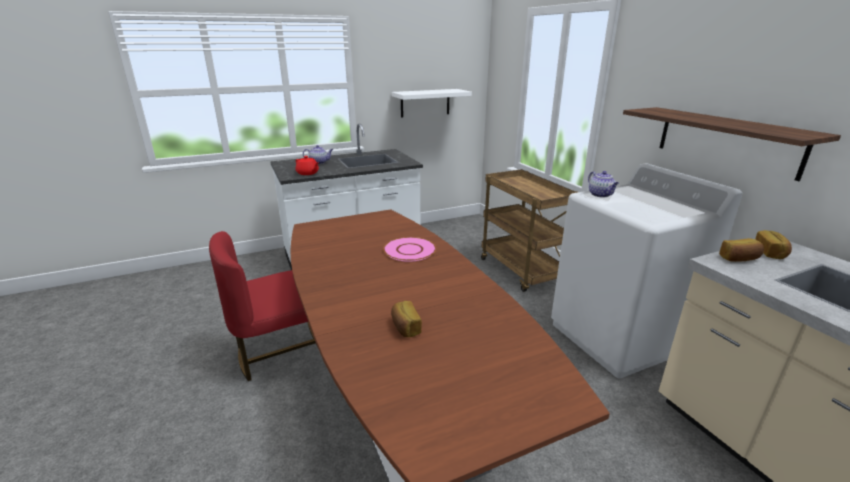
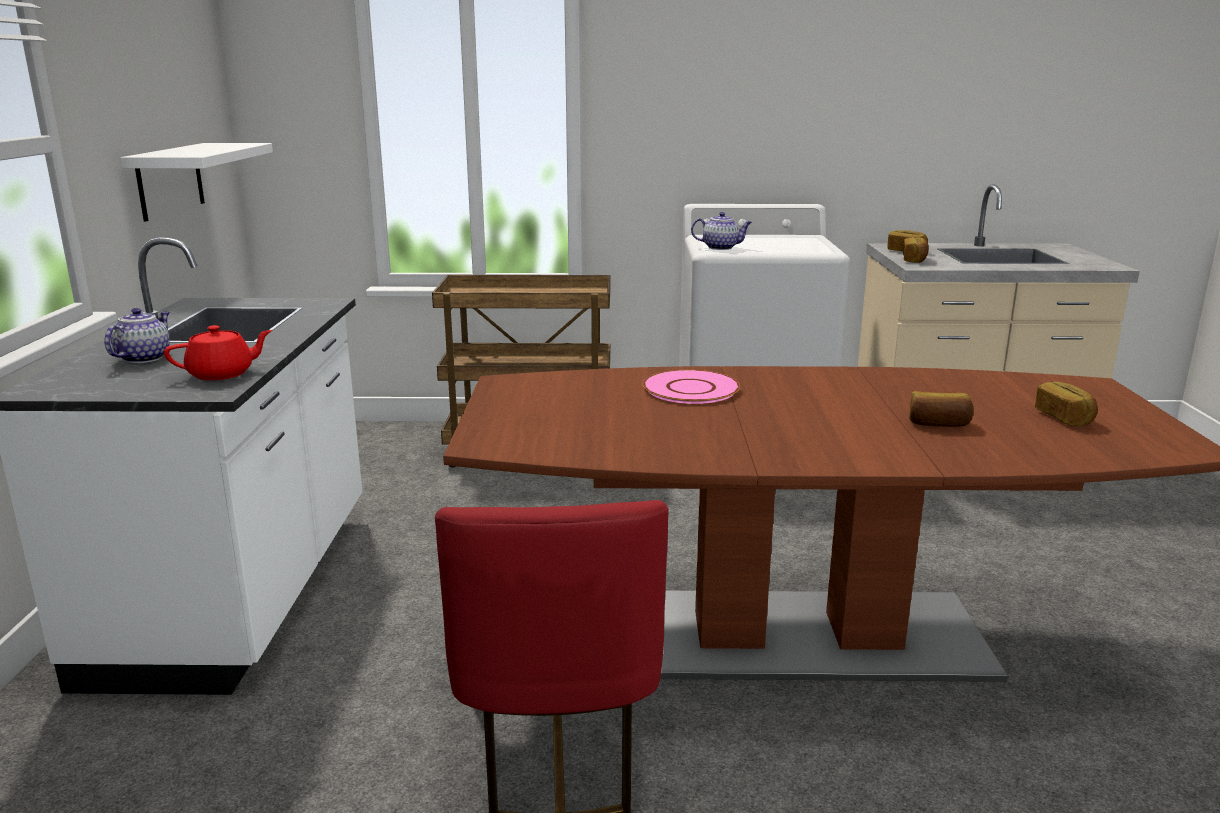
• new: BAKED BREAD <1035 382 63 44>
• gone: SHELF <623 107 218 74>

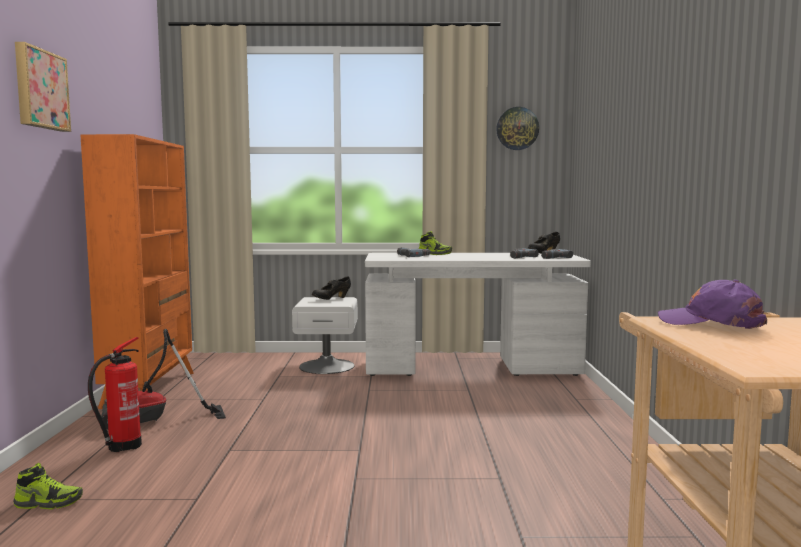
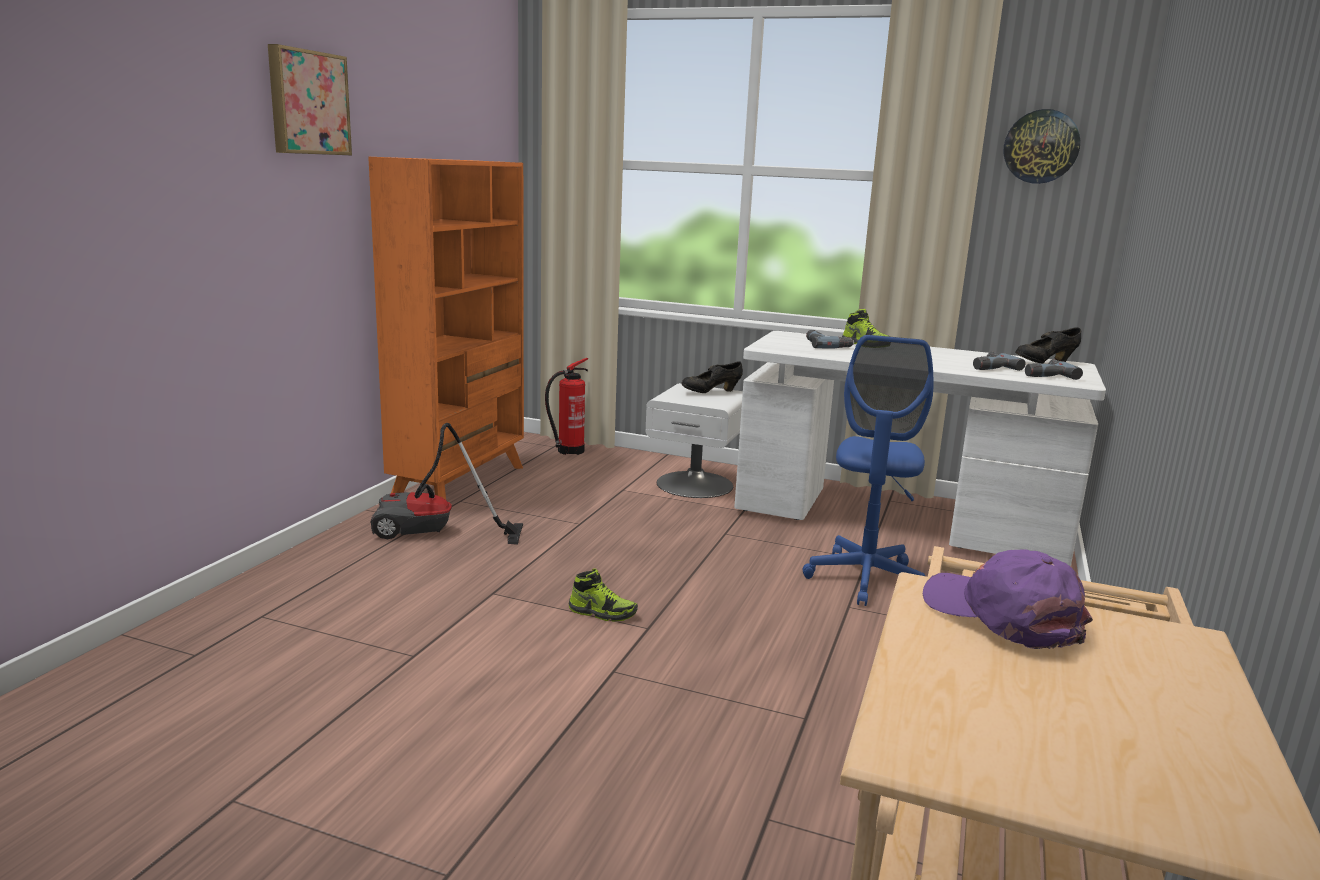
• shifted: FIRE-FIGHTING CYLINDER <88 337 54 115> to <545 358 43 97>
• shifted: SHOE <13 463 70 47> to <569 568 69 54>
• new: BLUE DESK CHAIR <802 335 131 271>

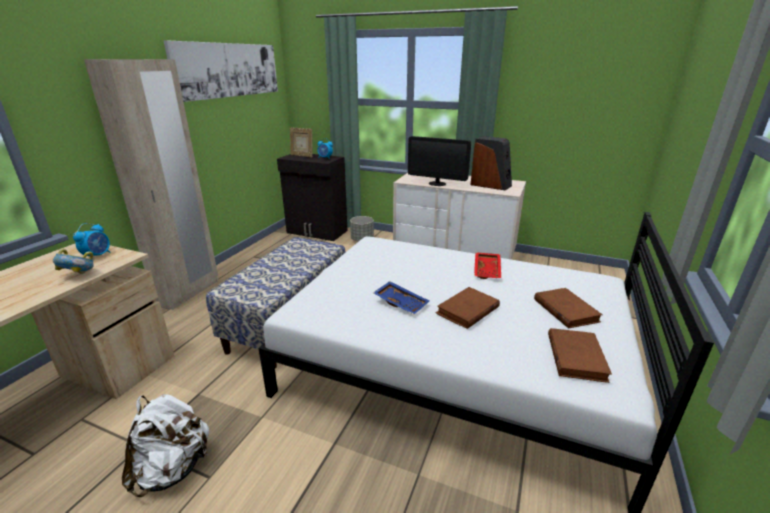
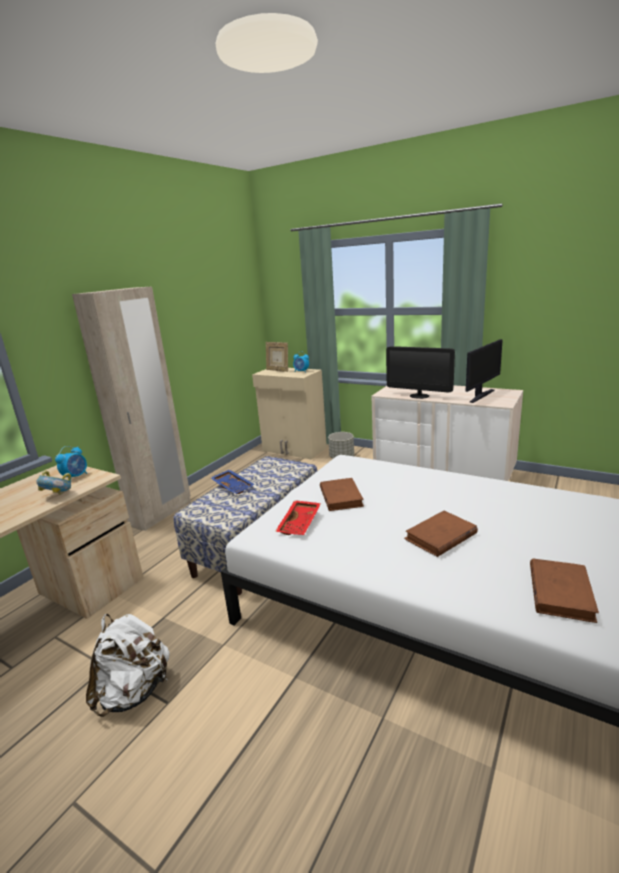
• shifted: BLUE SERVING TRAY <373 281 57 34> to <211 469 43 25>
• repainted: BLACK-COLOURED CABINET <277 154 70 87> to BEIGE-COLOURED CABINET <252 368 75 91>
• shifted: RED SERVING TRAY <474 252 27 27> to <275 500 46 35>
• shifted: BROWN-COLOURED VOLUME <534 288 69 41> to <320 478 44 33>
• swapped: SPEAKER <471 136 41 55> to COMPUTER SCREEN <465 339 38 64>
• gone: WALL PICTURE <164 40 114 62>

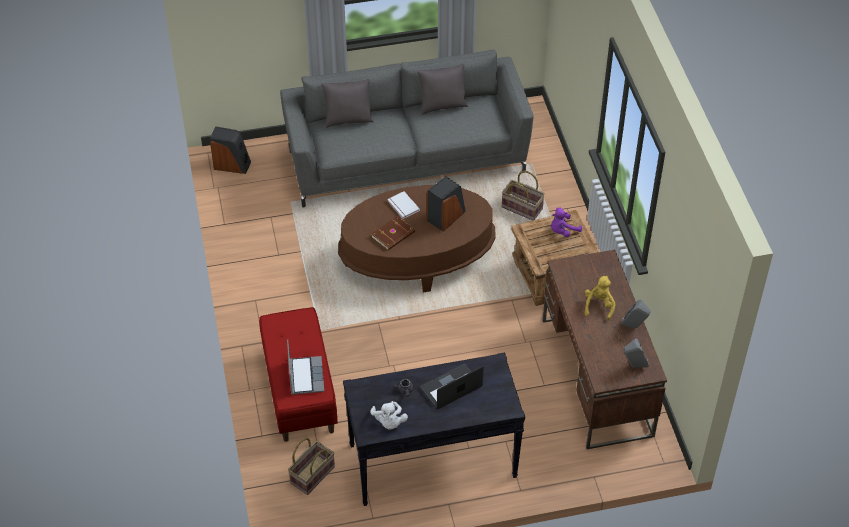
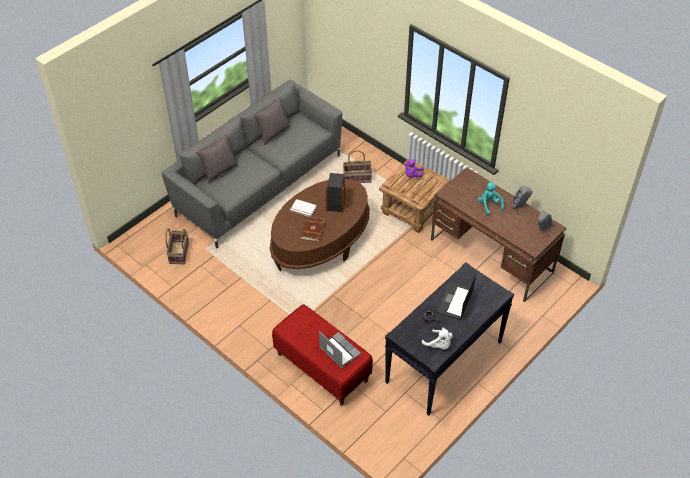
• shifted: HOUSEHOLD BASKET <288 438 47 57> to <165 228 24 36>
• repainted: YELLOW-COLOURED PLUSH TOY <584 276 31 45> to TURQUOISE PLUSH TOY <478 182 26 33>
• gone: SPEAKER <210 127 41 47>

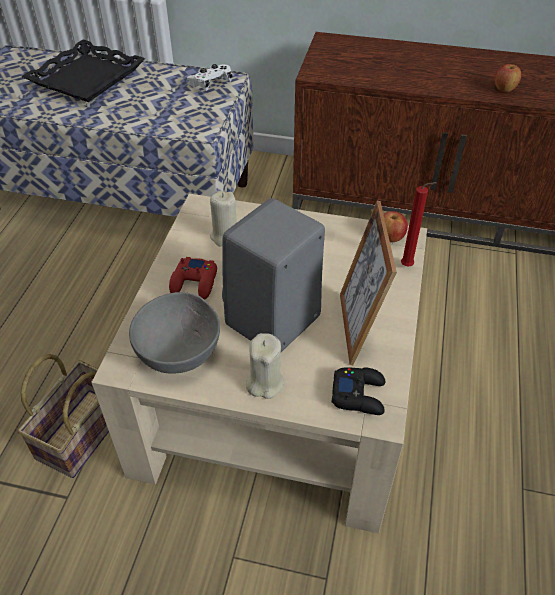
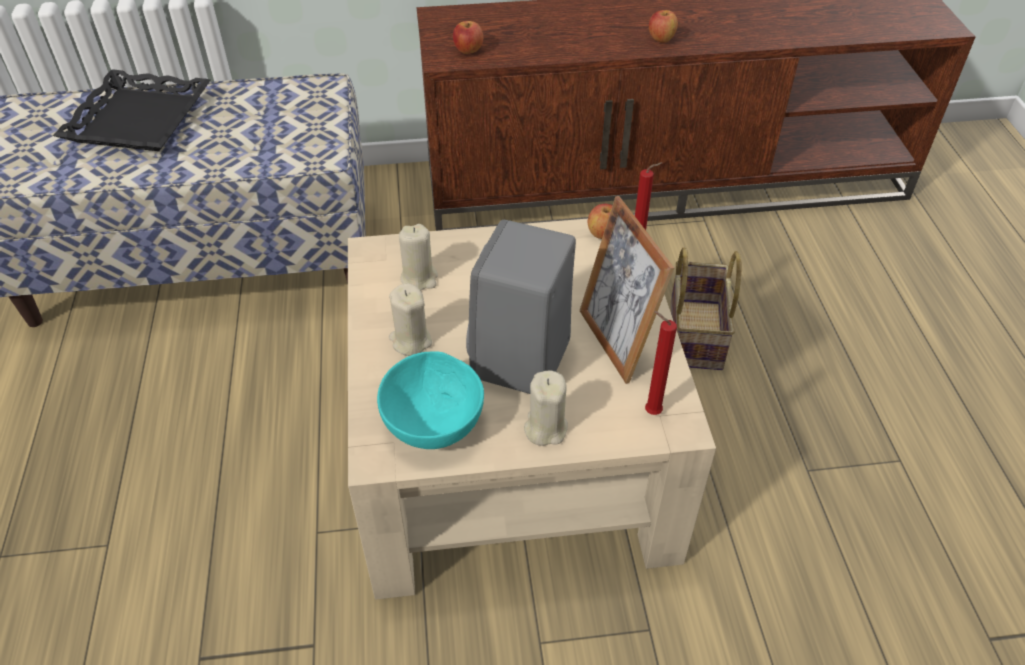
• repainted: GREYISH BOWL <129 292 91 82> to TURQUOISE BOWL <377 351 107 98>
• swapped: RED GAMEPAD <169 257 48 42> to BEIGE-COLOURED WAX CANDLE <389 283 43 73>
• new: APPLE FRUIT <453 21 30 33>
• swapped: BLACK-COLOURED GAMEPAD <331 367 54 48> to RED WAX CANDLE <645 311 32 104>
• shifted: HOUSEHOLD BASKET <18 354 91 124> to <671 247 70 123>
• gone: WHITE GAMEPAD <187 64 45 27>

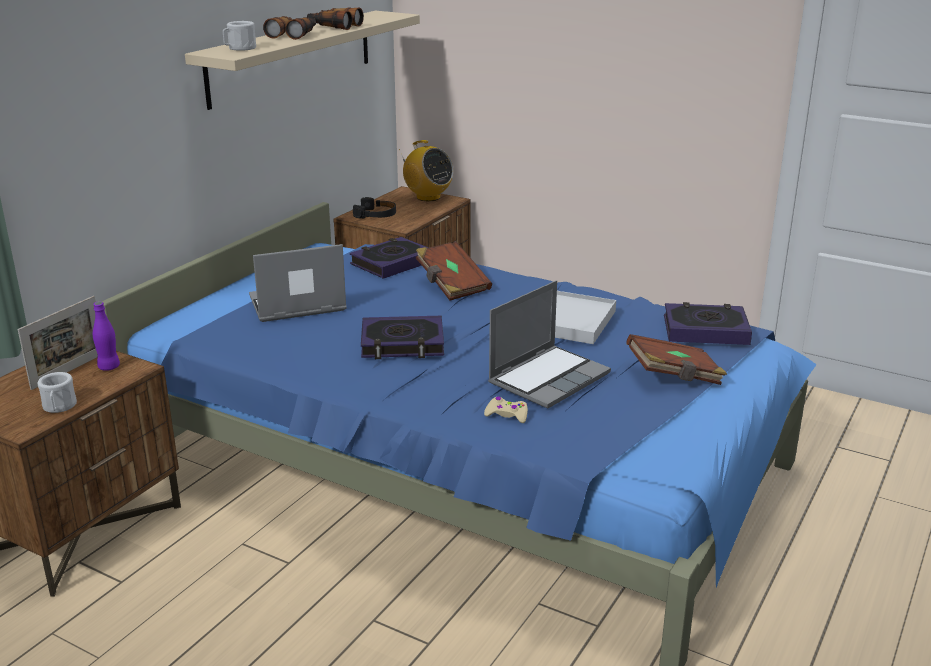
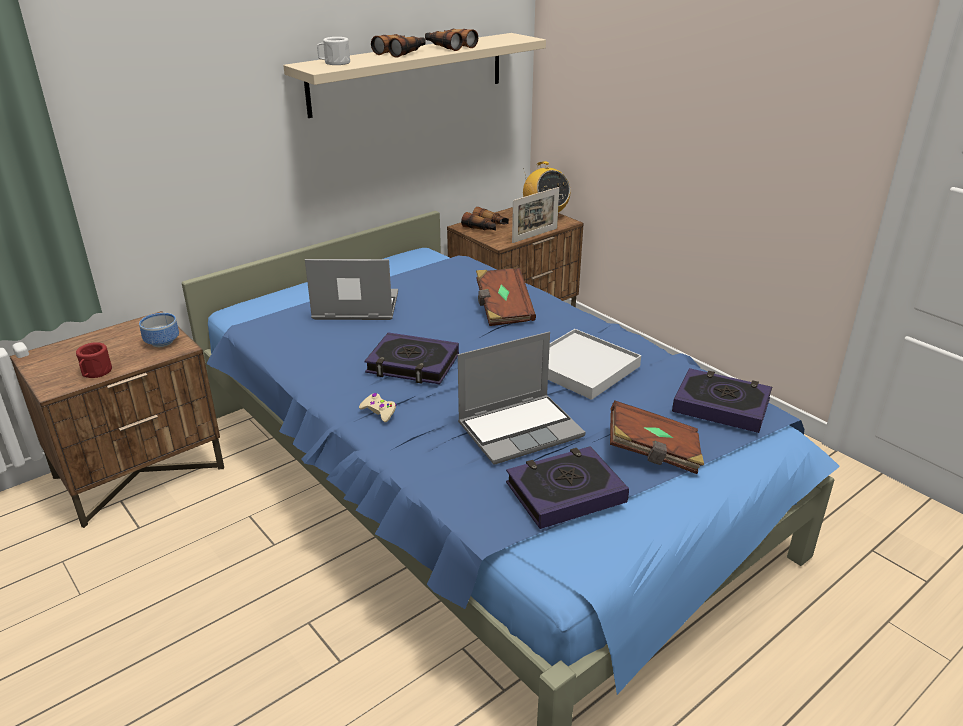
• repainted: WHITE MUG <37 372 40 41> to RED MUG <76 342 36 36>
• swapped: PURPLE BOTTLE <93 302 27 69> to BOWL <139 313 40 34>
• shifted: BEIGE-COLOURED GAMEPAD <484 396 44 27> to <359 393 38 29>
• swapped: BLACK-COLOURED PAIR OF HEADPHONES <353 197 43 22> to PAIR OF BINOCULARS <461 207 48 23>
• shifted: VOLUME <350 237 79 42> to <506 446 123 83>
• shifted: PICTURE FRAME <18 296 80 94> to <512 187 47 56>

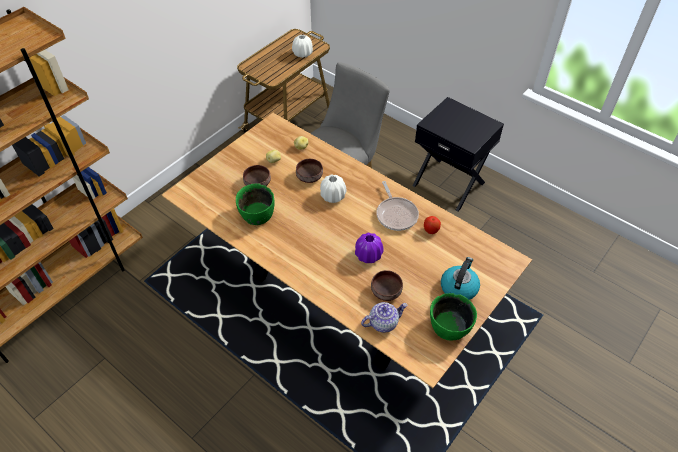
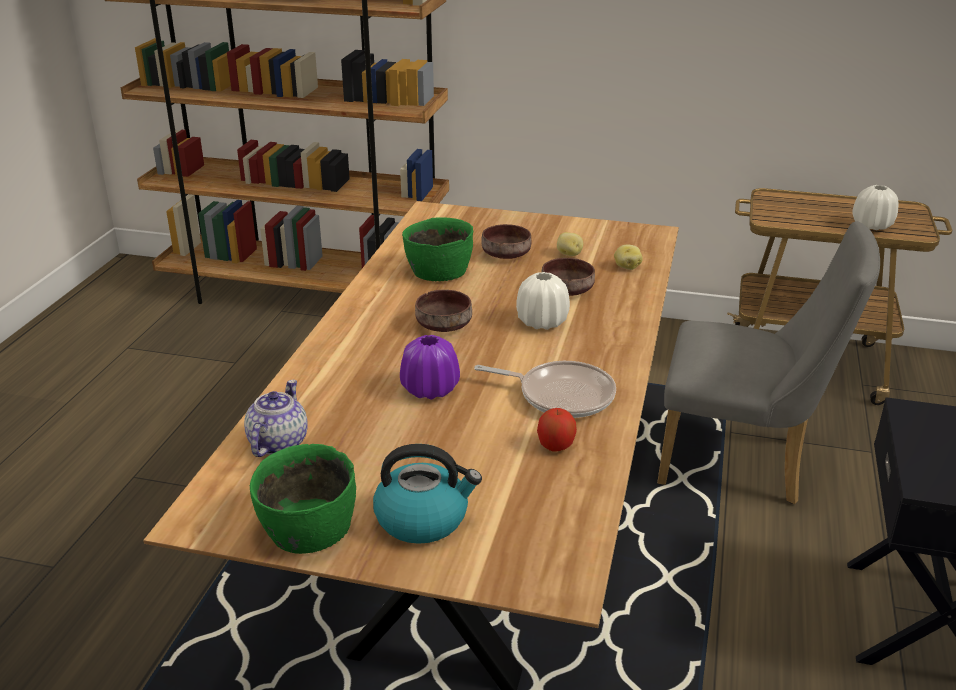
• rotated: TEAPOT <361 302 47 31> = <244 380 64 77> 120 degrees counterclockwise
• shifted: BROWN-COLOURED BOWL <371 270 32 31> to <415 290 57 42>
• rotated: SKILLET <376 181 43 50> = <474 361 142 57> 120 degrees counterclockwise

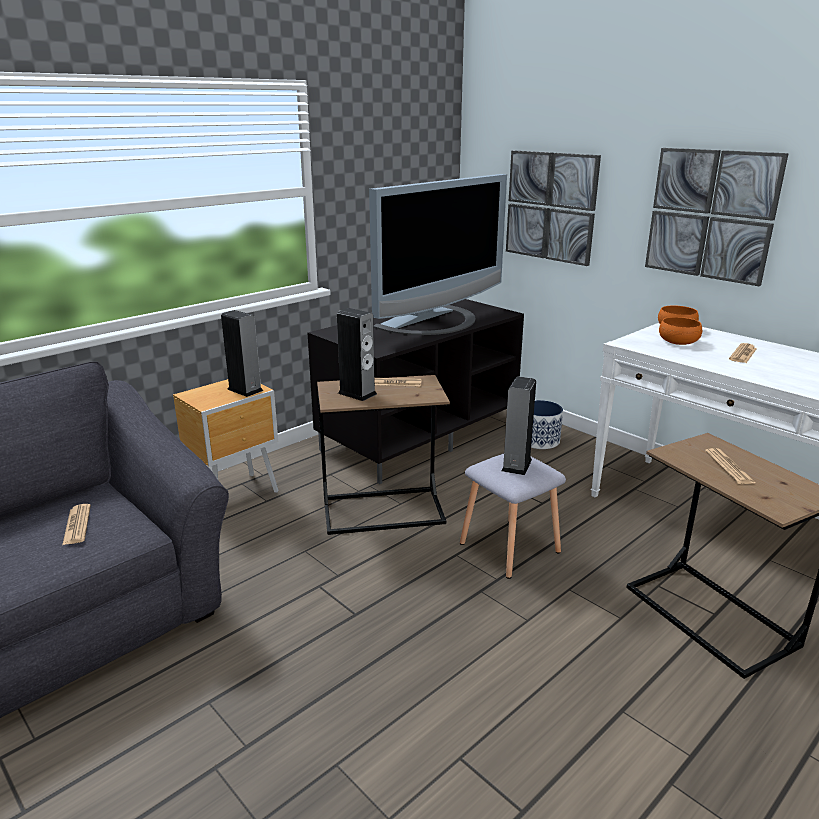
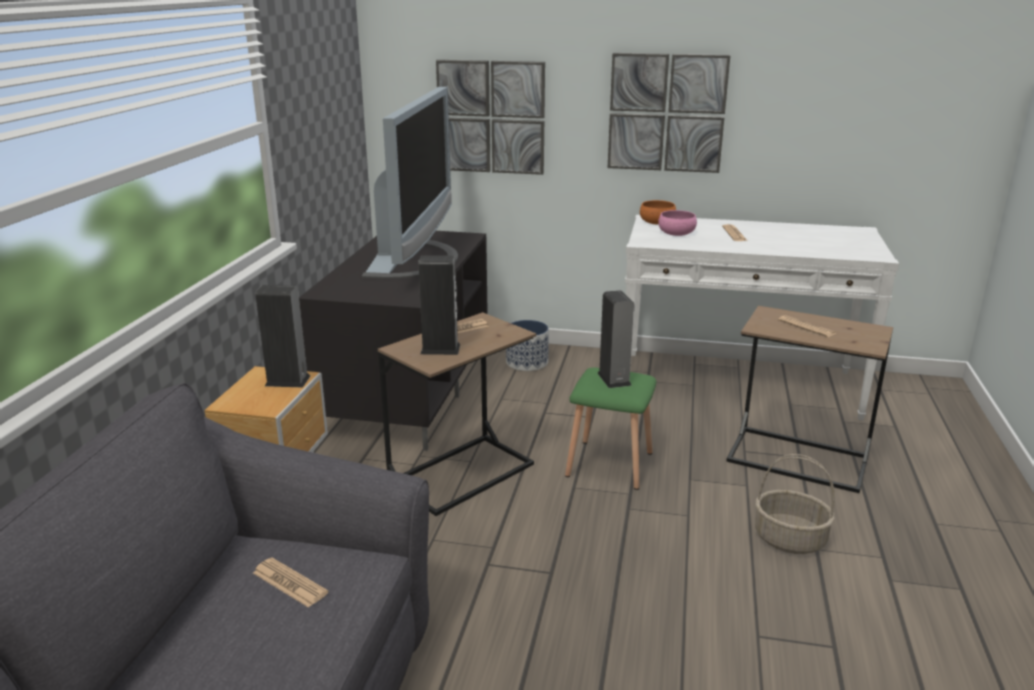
• repainted: GREYISH STOOL SEAT <460 454 106 125> to GREEN-COLOURED STOOL SEAT <565 367 92 123>
• repainted: ORANGEY BOWL <659 317 43 28> to PINK BOWL <658 210 39 26>
• new: HOUSEHOLD BASKET <755 454 80 100>

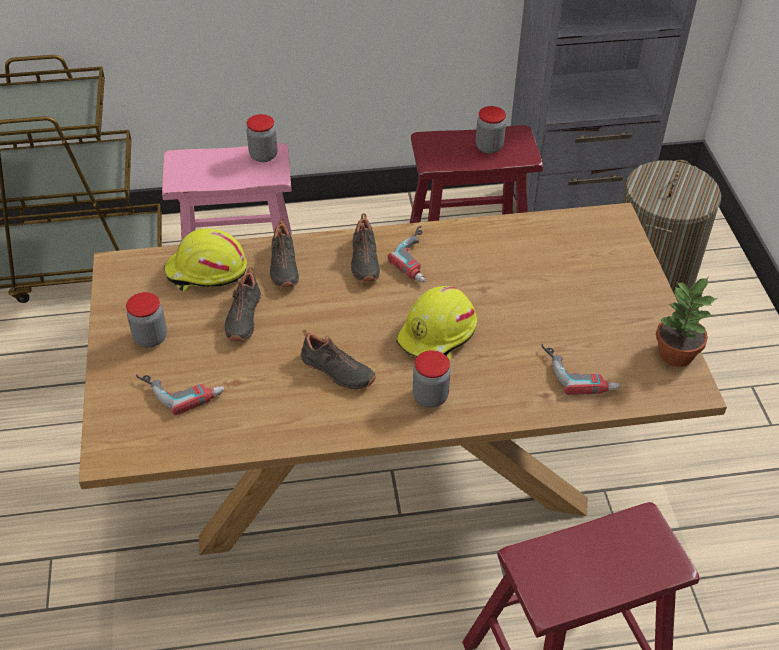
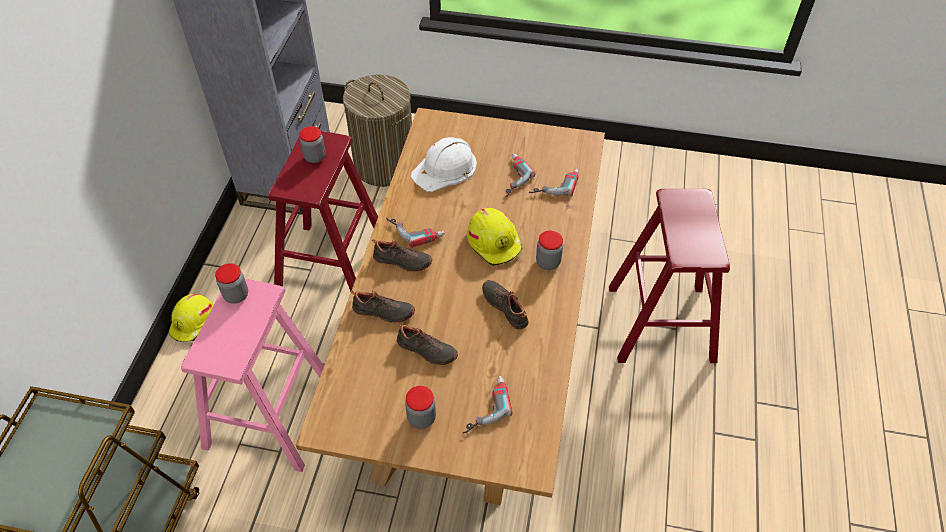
• shifted: YELLOW-COLOURED HARD HAT <164 229 83 62> to <169 294 45 48>
• new: WHITE HARD HAT <411 137 66 55>
• rotated: BLACK-COLOURED SHOE <301 330 75 60> = <482 280 47 50> 90 degrees counterclockwise
• new: DRILL <505 154 30 43>
• gone: PLANT IN A POT <656 277 62 90>

